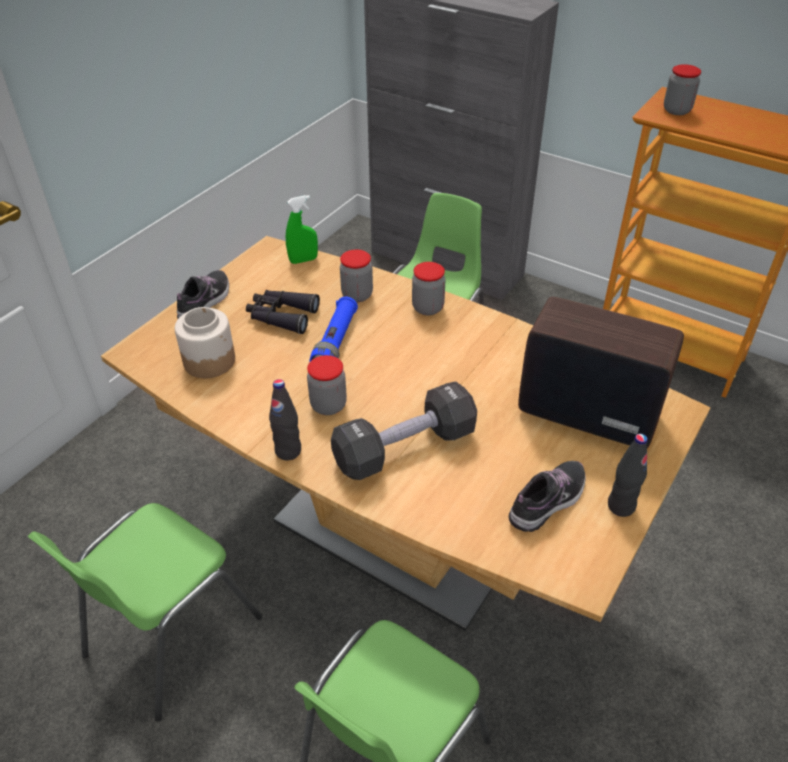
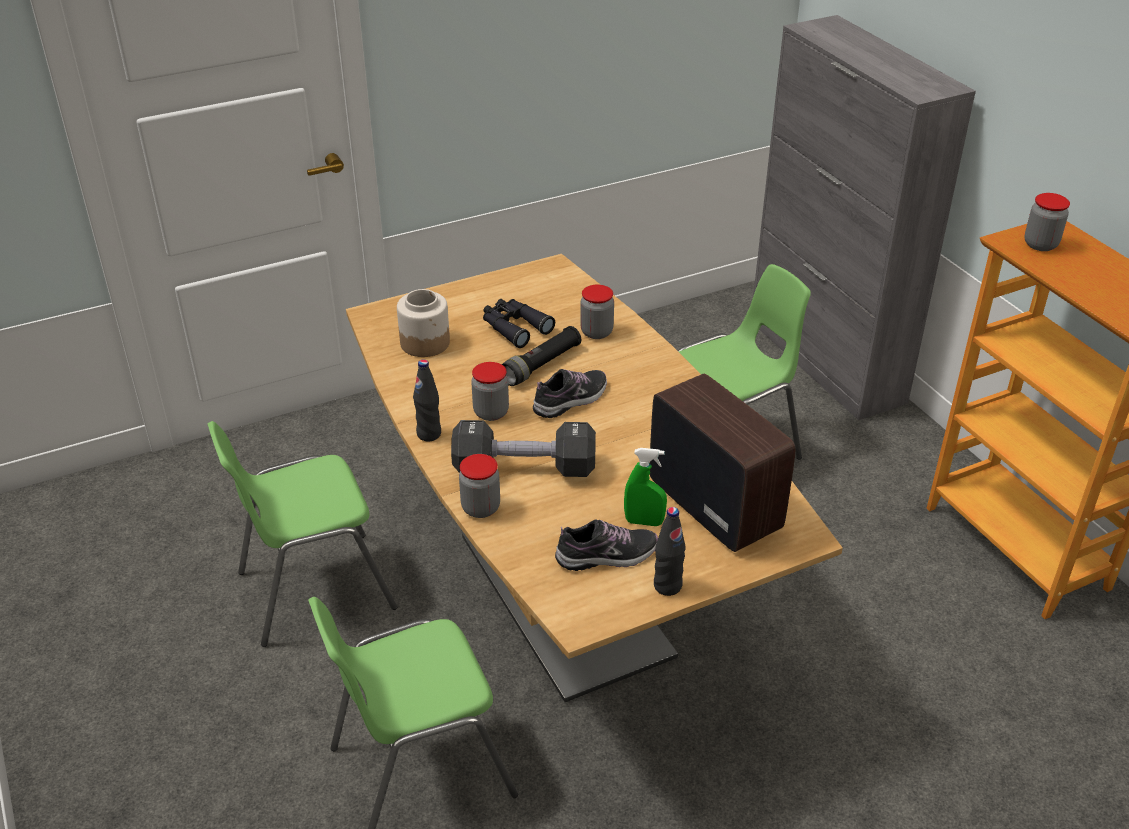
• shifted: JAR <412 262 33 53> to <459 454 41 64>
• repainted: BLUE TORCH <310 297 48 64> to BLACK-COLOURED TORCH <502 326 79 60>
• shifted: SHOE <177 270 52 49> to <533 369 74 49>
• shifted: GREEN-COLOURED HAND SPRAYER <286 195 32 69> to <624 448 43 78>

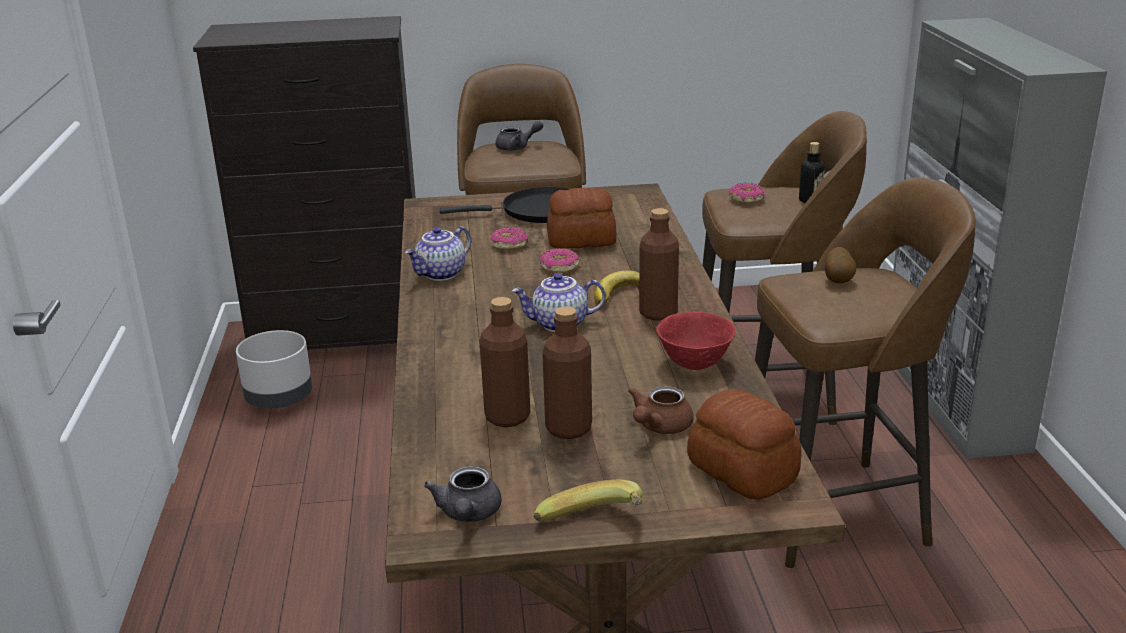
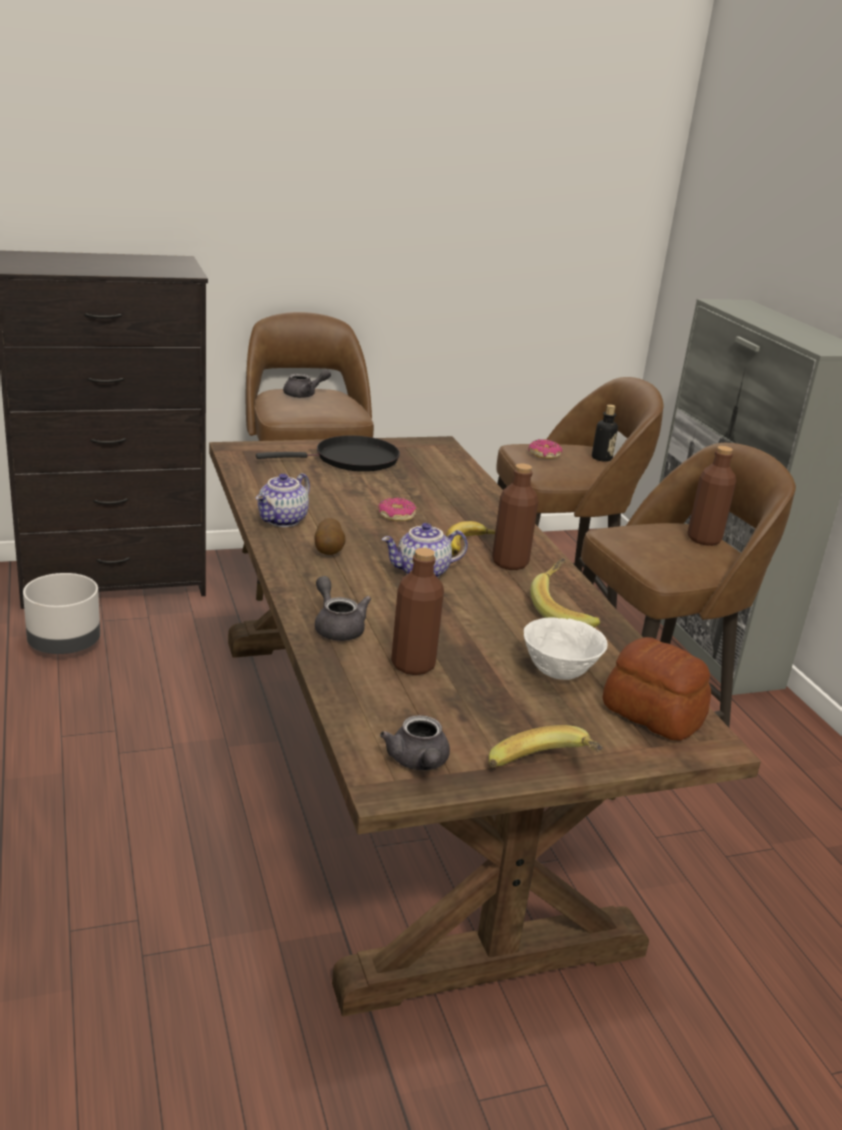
• shifted: WHOLE POTATO <825 247 31 36> to <315 518 31 37>
• new: GREYISH TEAPOT <315 576 56 65>
• swapped: BROWN-COLOURED TEAPOT <628 386 66 48> to WHITE BOWL <524 617 83 63>
• swapped: RED BOWL <656 311 80 59> to BANANA <530 558 71 69>
• shifted: BROWN-COLOURED BOTTLE <542 306 50 133> to <687 446 49 100>
• gone: DOUGHNUT <491 227 37 23>
• gone: BAKED BREAD <547 188 69 61>

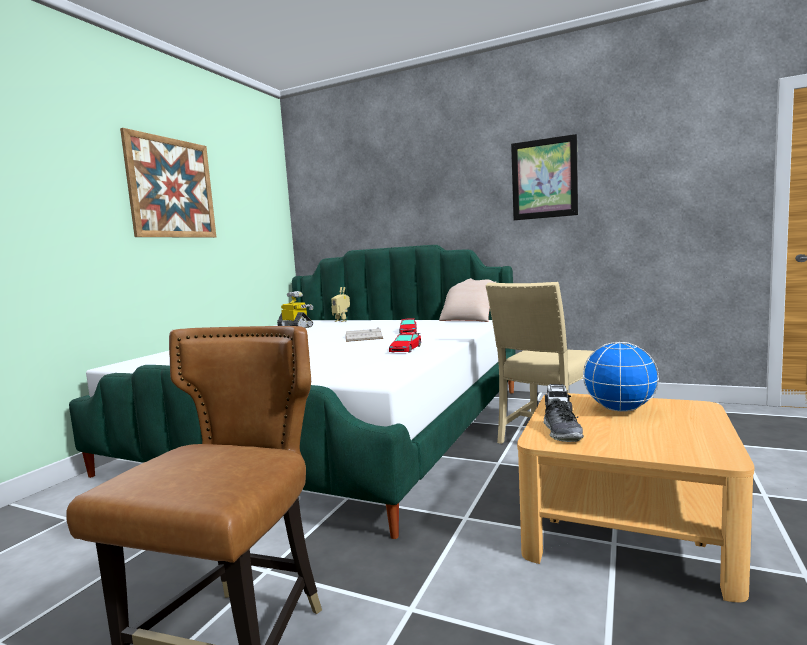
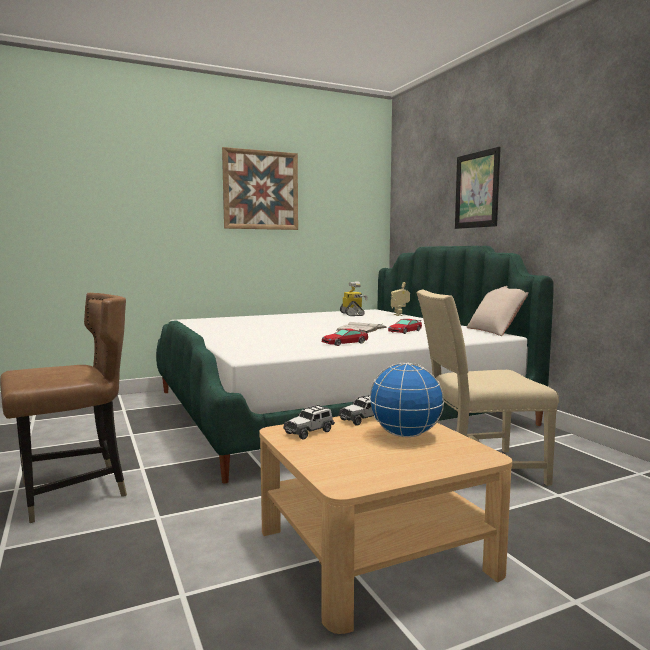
• swapped: SHOE <543 398 41 44> to MINIATURE CAR <283 405 52 34>
• shifted: WALL PICTURE <511 134 67 86> to <455 147 46 82>

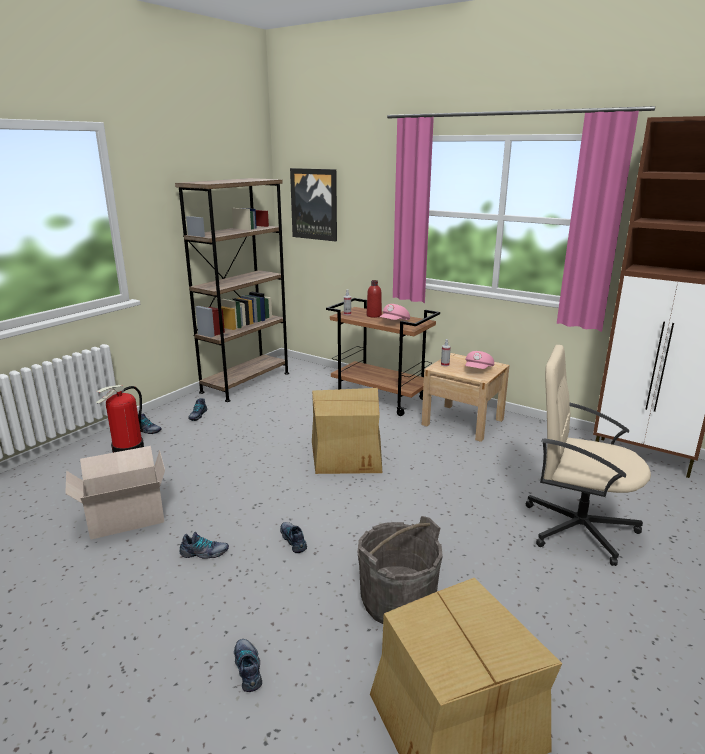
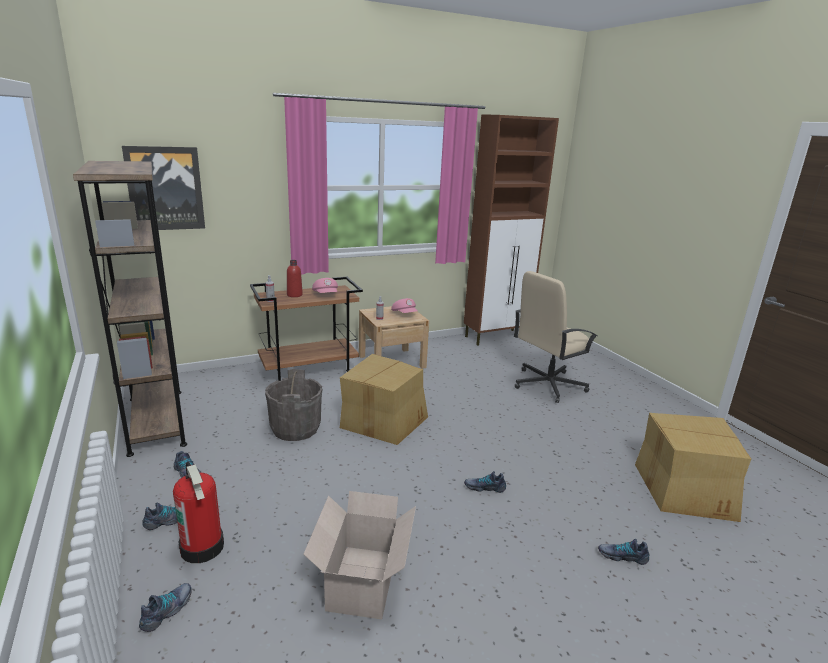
• shifted: SHOE <180 532 49 27> to <139 583 52 49>
• shifted: GREYISH PAIL <358 516 85 108> to <265 369 57 72>

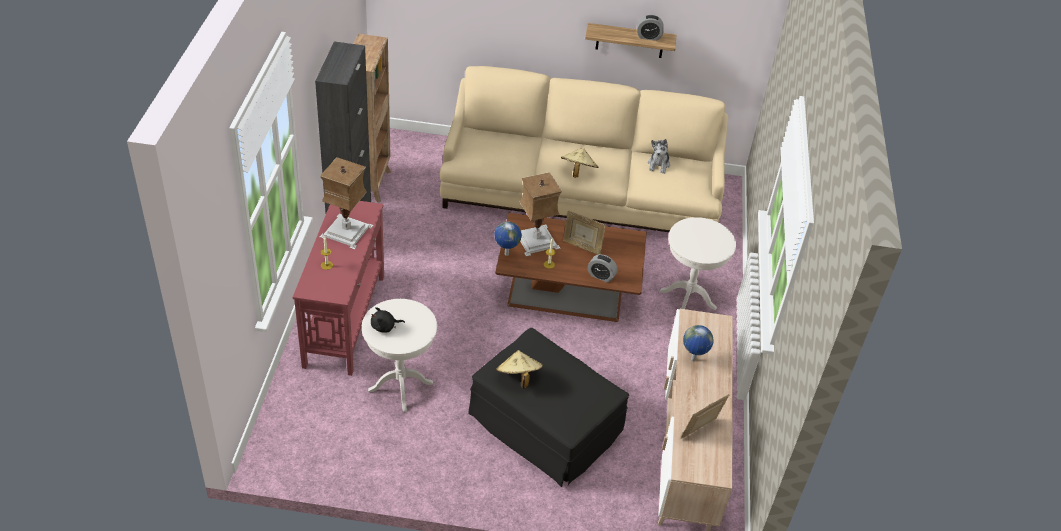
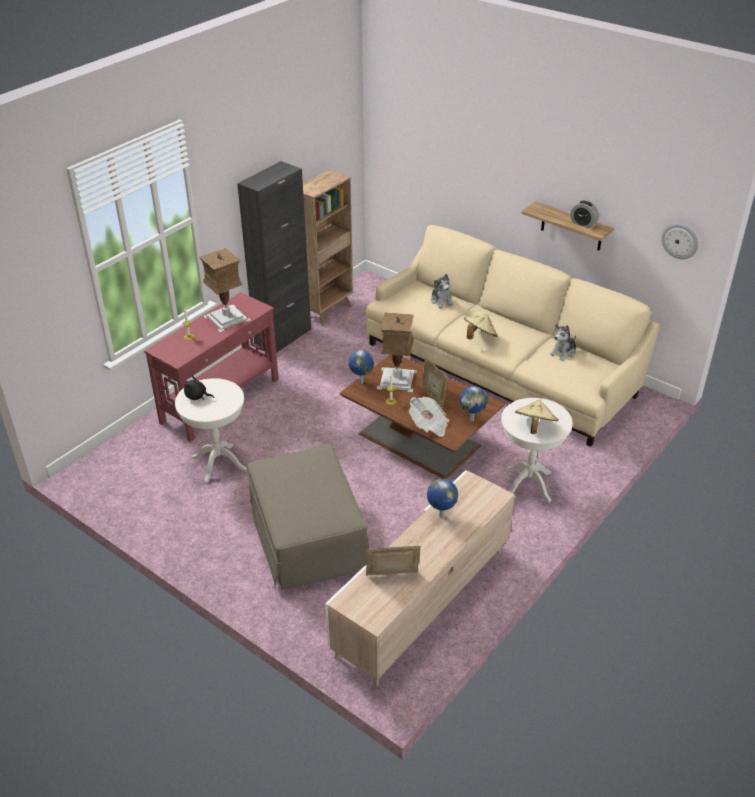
• repainted: BLACK-COLOURED OTTOMAN <468 328 161 159> to BEIGE-COLOURED OTTOMAN <248 444 121 146>
• swapped: BEDSIDE CLOCK <588 254 29 28> to DAILY PAPER <409 397 40 40>
• new: PLUSH TOY <431 274 22 35>
• new: GLOBE <460 386 27 36>
• shifted: BEIGE-COLOURED WEARABLE HAT <496 350 47 39> to <515 399 44 35>
• new: HANGING CLOCK <661 223 38 36>

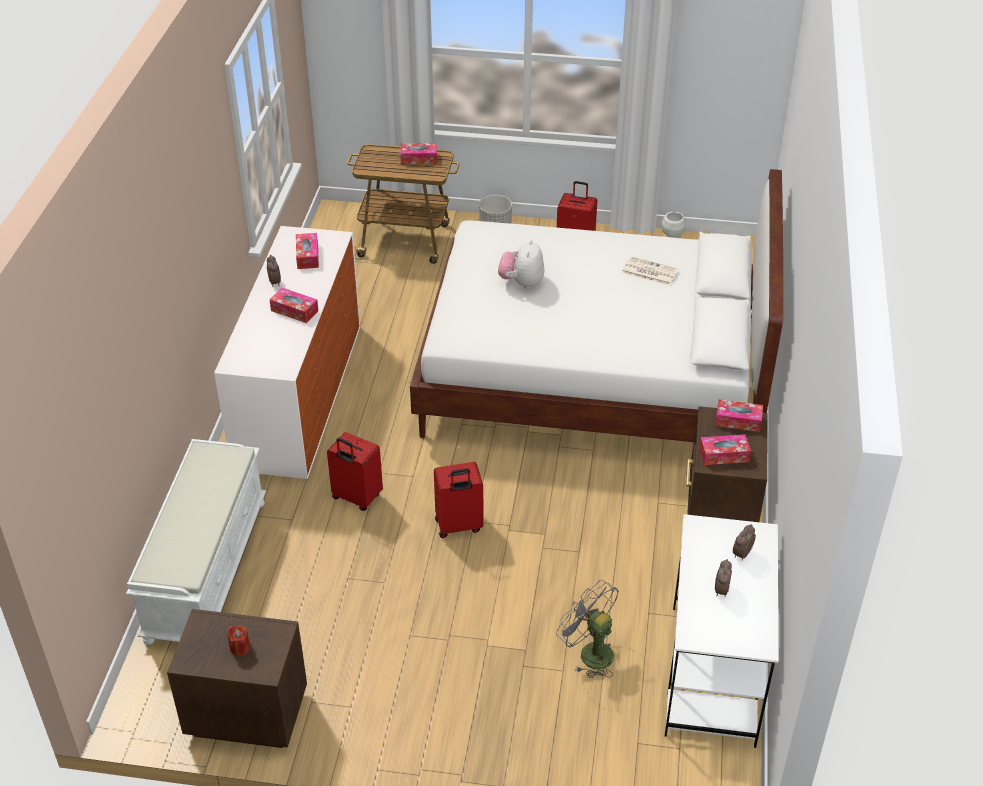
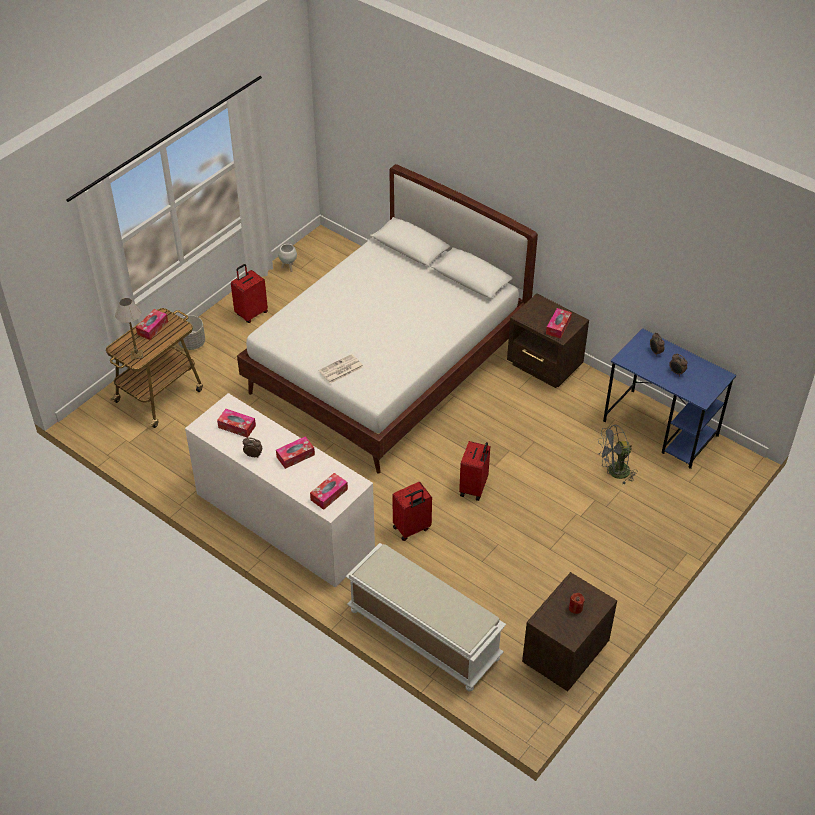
• new: LAMP FOR A TABLE <115 298 28 62>
• shifted: TISSUE HOLDER <715 399 48 33> to <310 473 38 37>
• shifted: DAILY PAPER <622 256 56 29> to <319 354 44 30>
• repainted: WHITE DESK UNIT <665 514 113 234> to BLUE DESK UNIT <603 328 133 141>
• gone: PLUSH TOY <498 240 46 49>

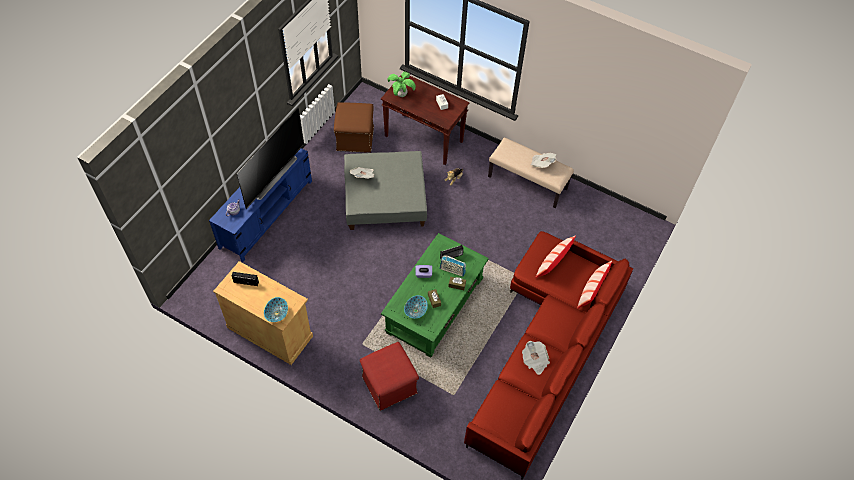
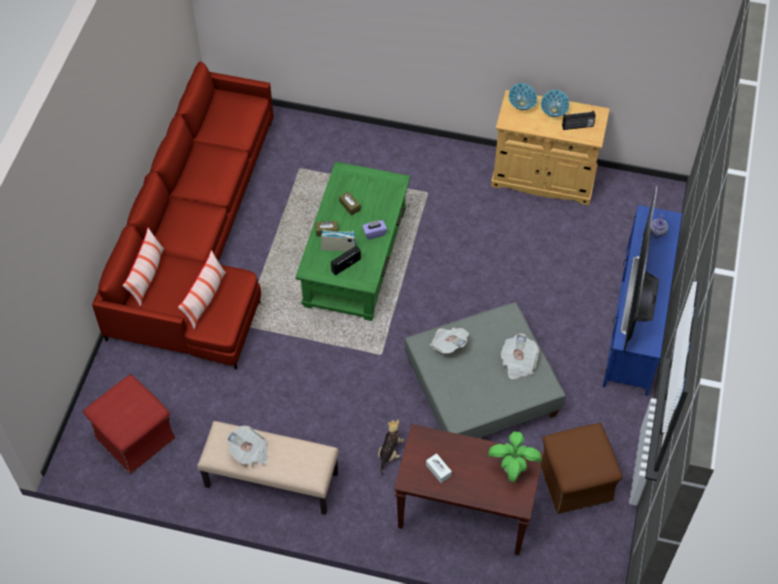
• shifted: RED OTTOMAN <360 342 59 69> to <83 375 93 99>
• shifted: DAILY PAPER <522 341 28 34> to <430 328 39 25>
• shifted: BOWL <404 295 24 23> to <541 90 28 27>

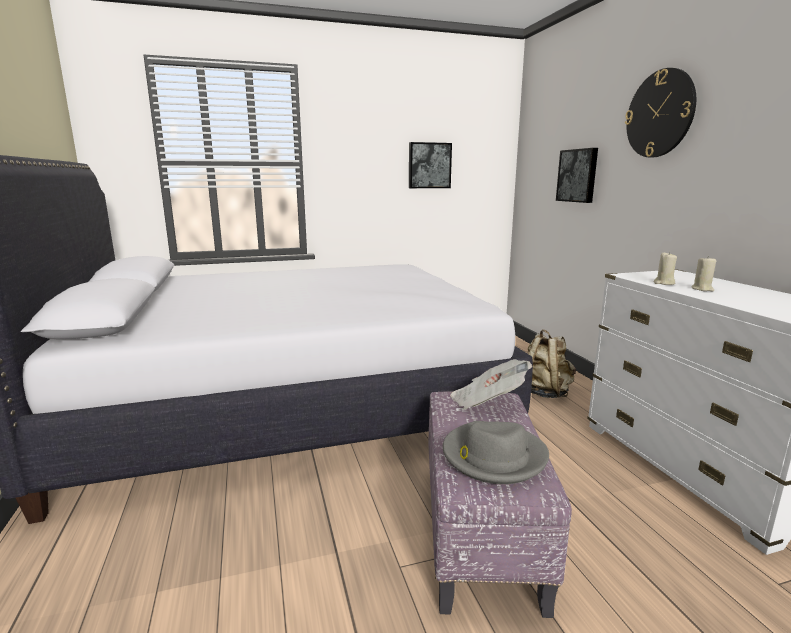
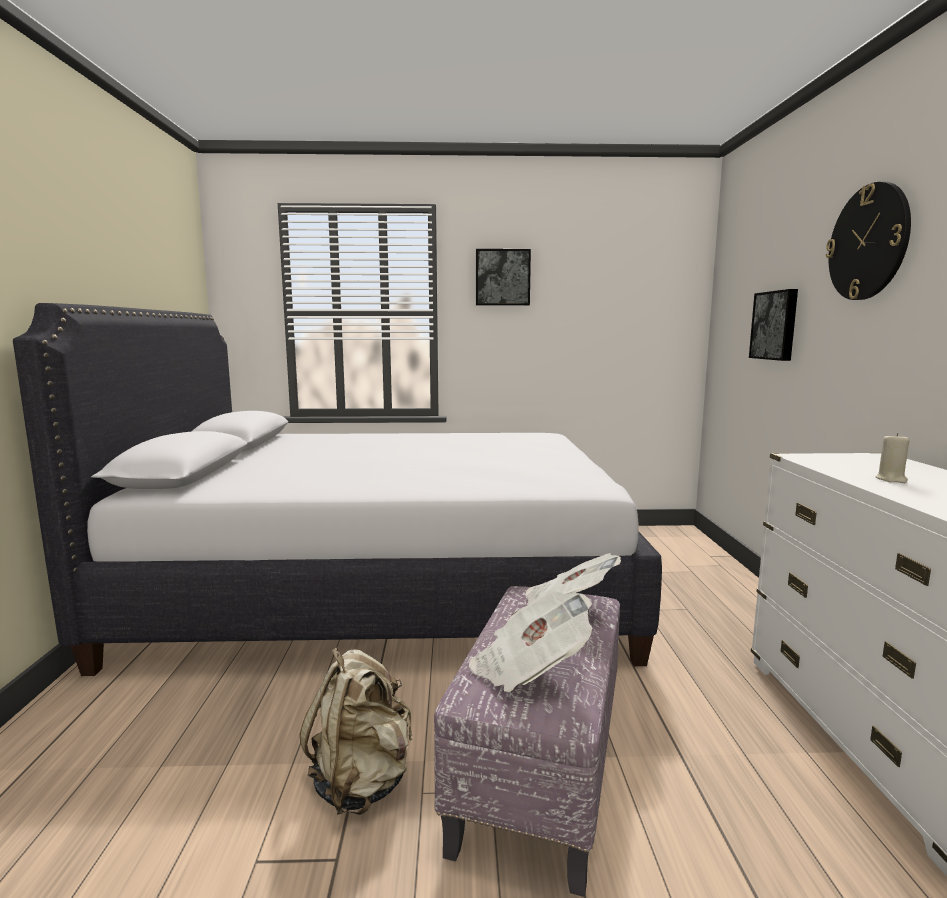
• shifted: BEIGE-COLOURED RUCKSACK <528 329 48 69> to <300 647 112 168>
• swapped: GREYISH WEARABLE HAT <443 421 106 63> to DAILY PAPER <469 591 123 101>
• shifted: WALL PICTURE <409 142 43 46> to <476 249 55 57>
• gone: BEIGE-COLOURED WAX CANDLE <653 252 24 33>

